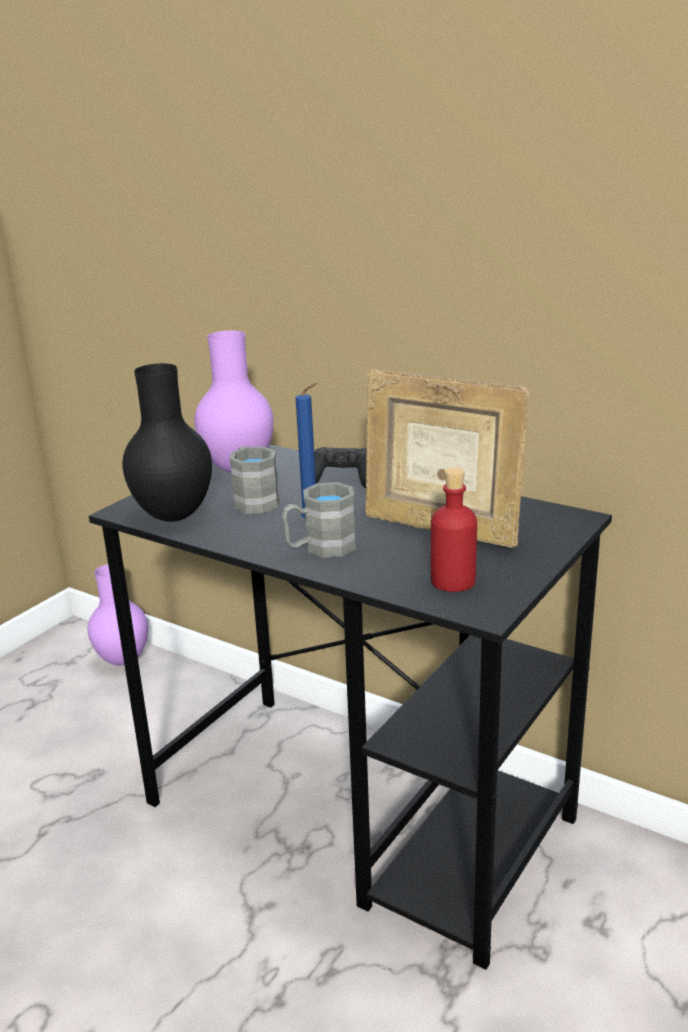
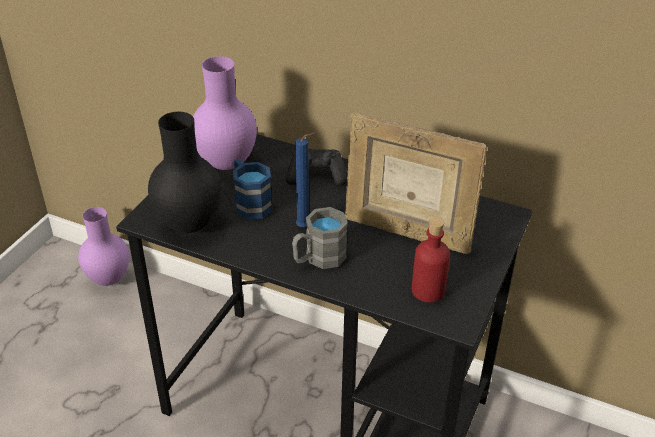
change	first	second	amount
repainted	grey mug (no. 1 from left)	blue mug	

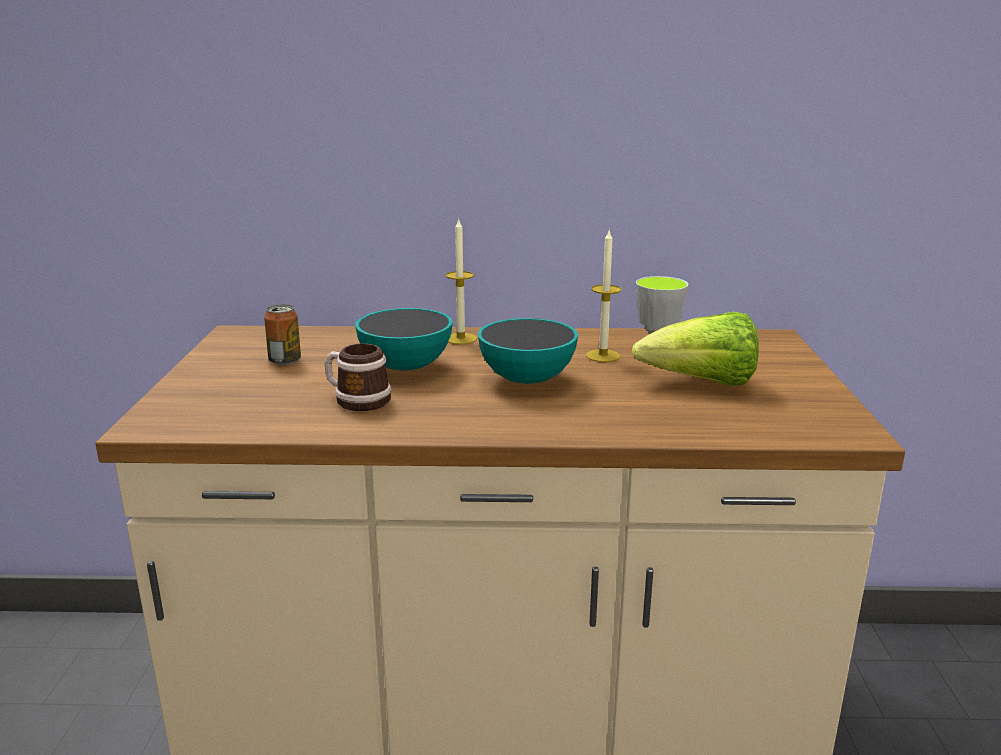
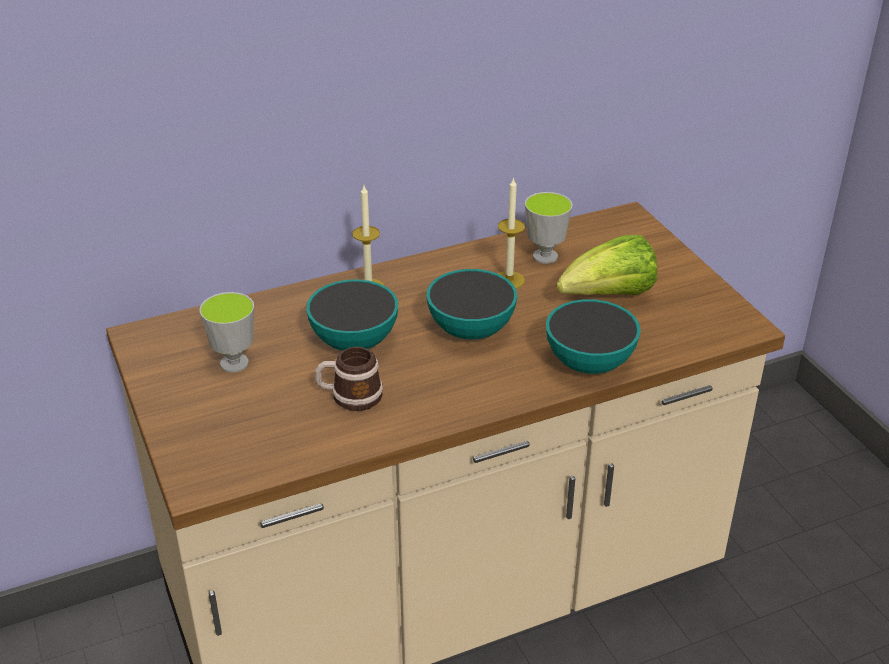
change	first	second	amount
swapped	can	cup (no. 1 from left)	
new		bowl (no. 3 from left)	

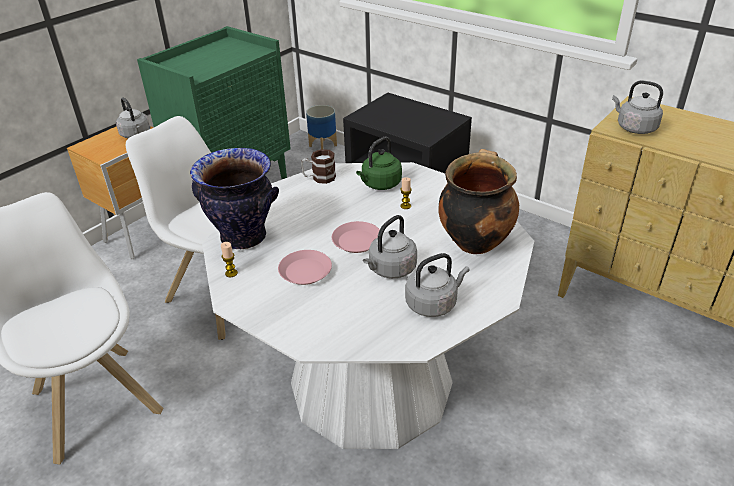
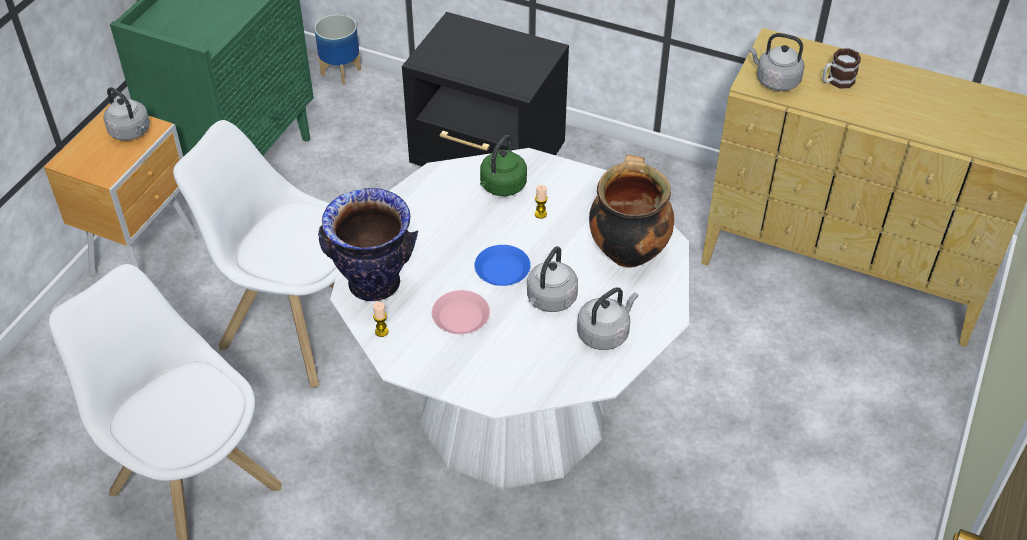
change	first	second	amount
shifted	mug		
repainted	pink plate (no. 2 from left)	blue plate	

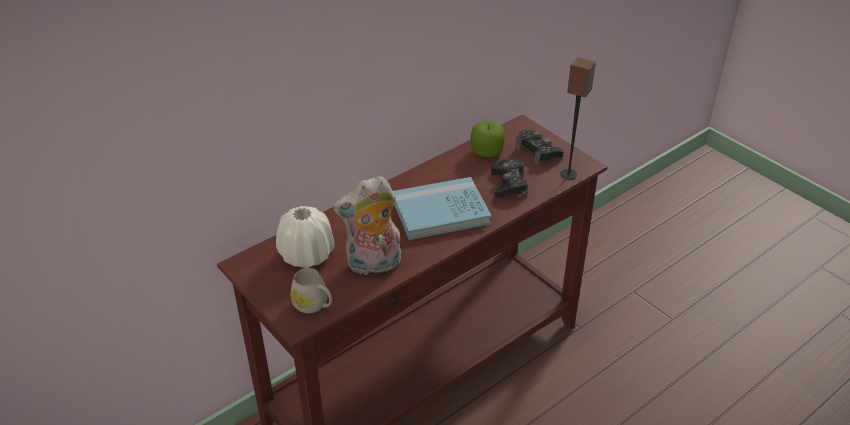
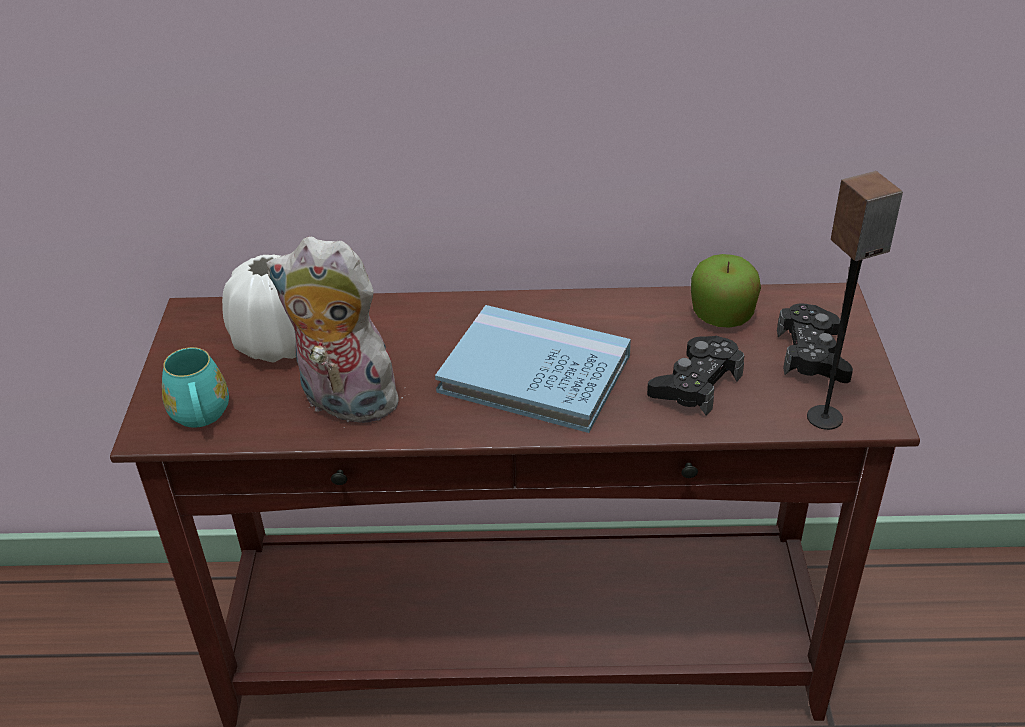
change	first	second	amount
repainted	white mug	turquoise mug	

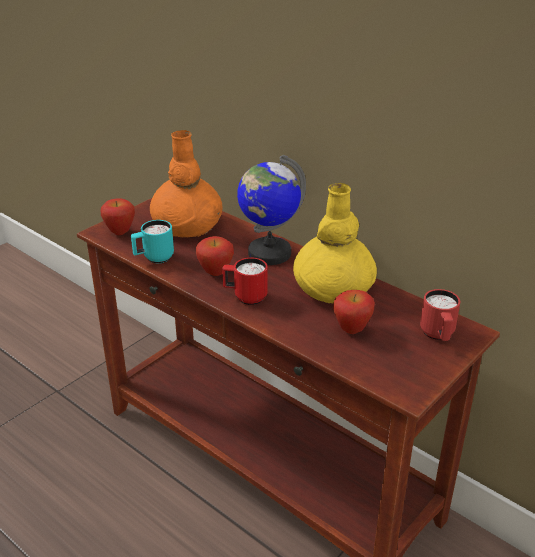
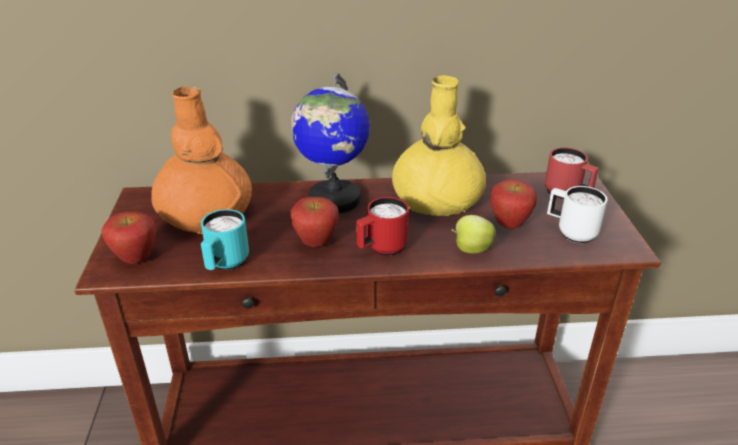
change	first	second	amount
new		white mug	
new		apple (no. 3 from left)	

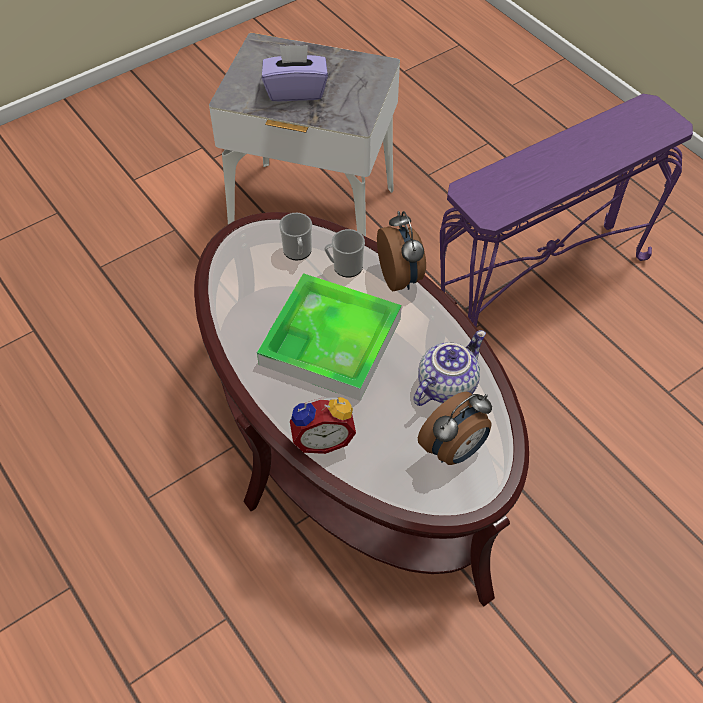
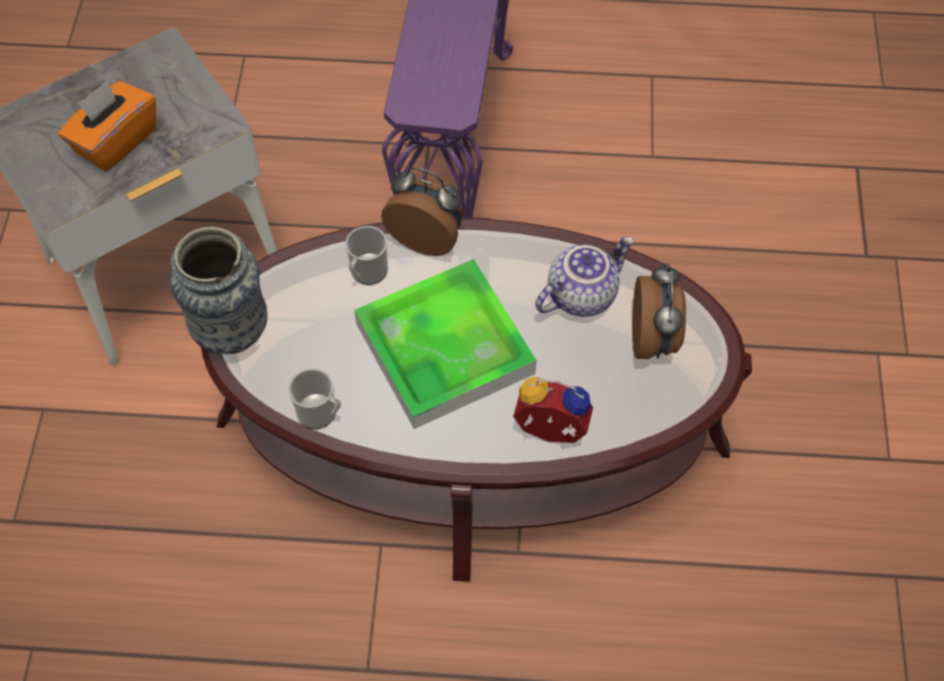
change	first	second	amount
repainted	purple tissue box	orange tissue box	
shifted	mug (no. 1 from left)		
rotated	teapot		60 degrees clockwise
rotated	alarm clock (no. 1 from left in the first image)	alarm clock (no. 2 from left)	105 degrees counterclockwise
new		vase	

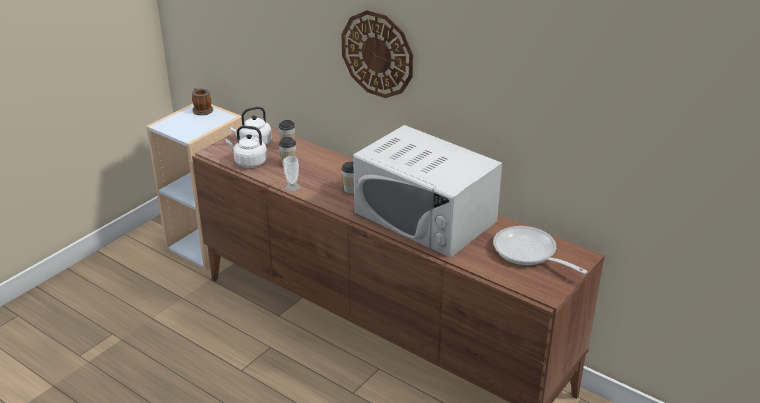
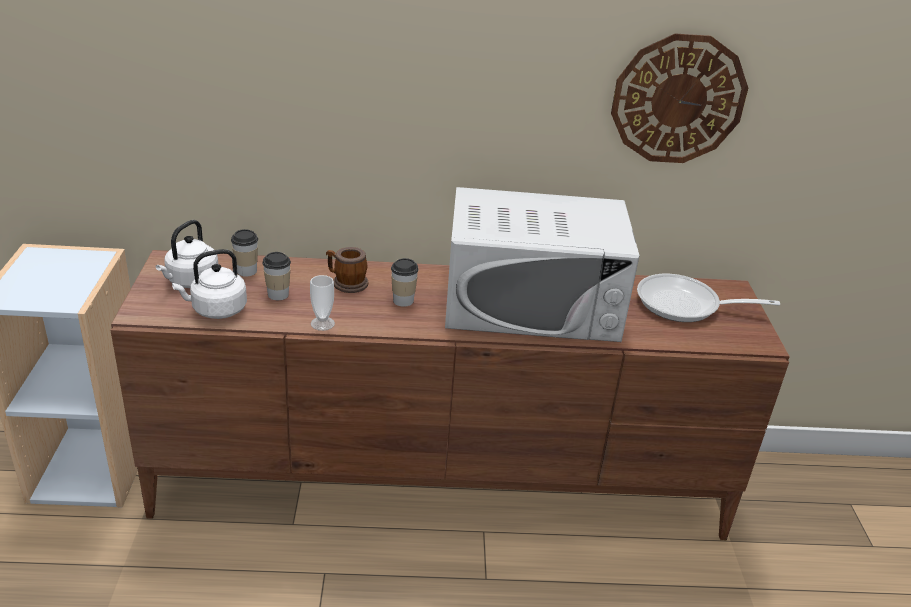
change	first	second	amount
shifted	wall clock		
shifted	mug		

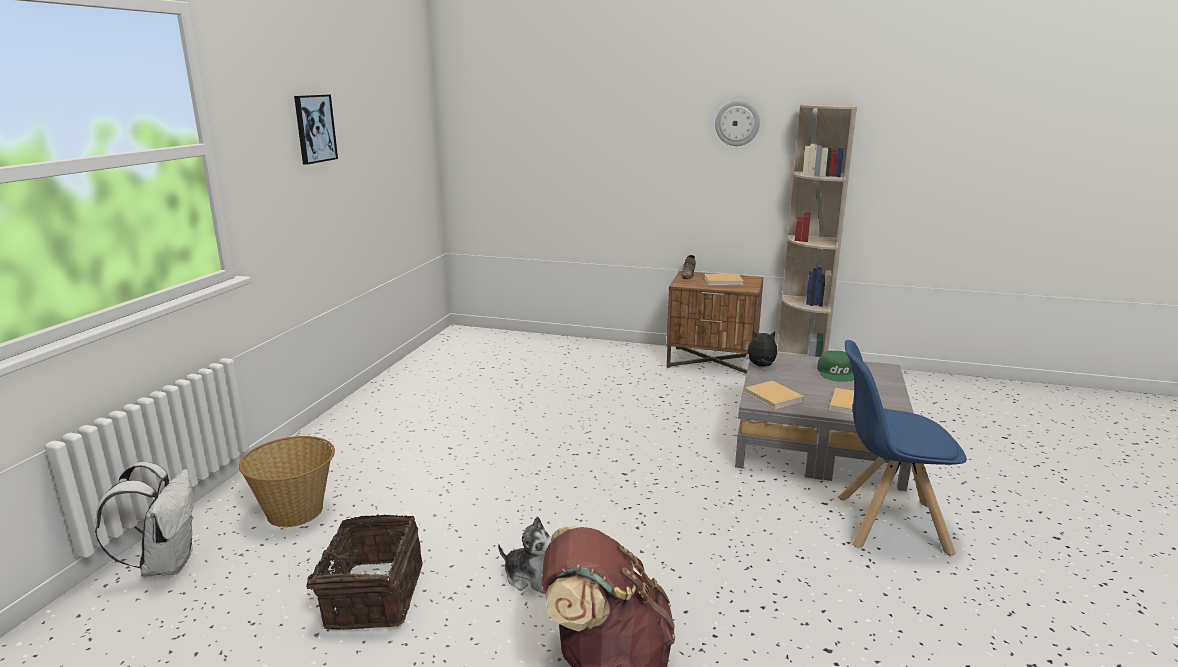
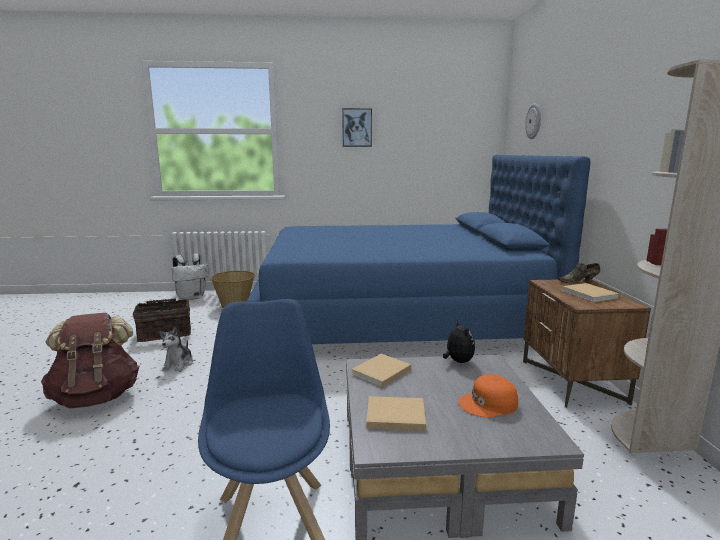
change	first	second	amount
shifted	wall clock		
repainted	green cap	orange cap	
new		blue bed	

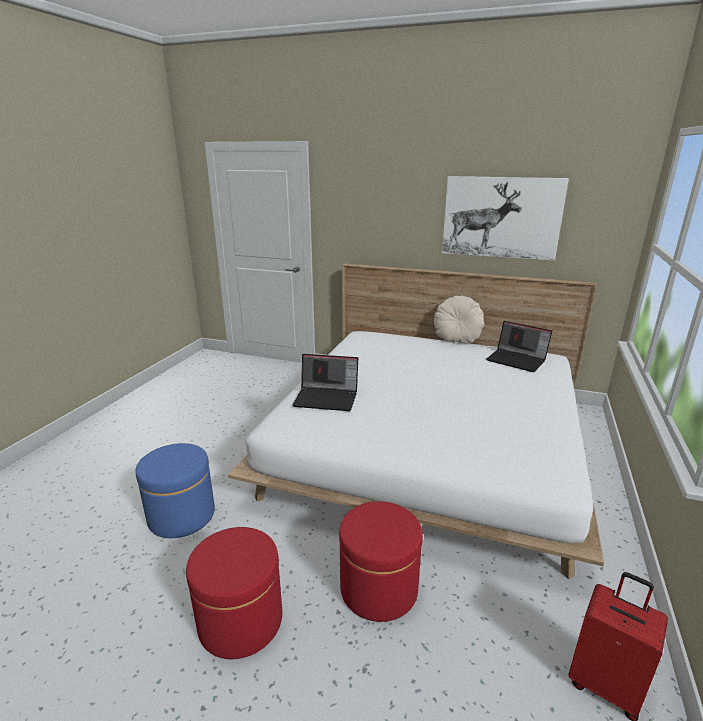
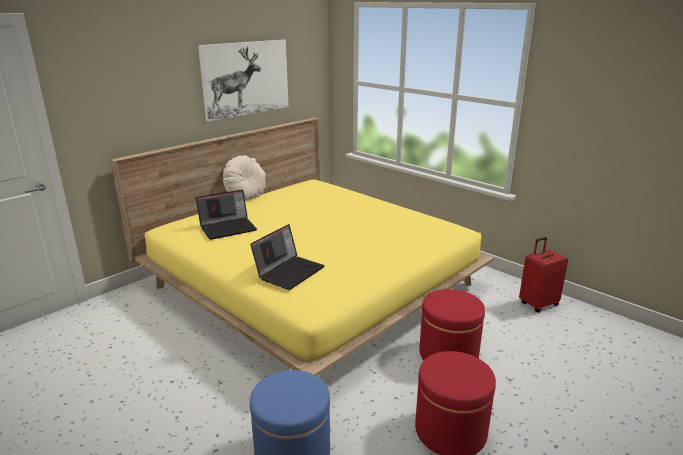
change	first	second	amount
repainted	white bed	yellow bed	
shifted	laptop (no. 2 from left in the first image)	laptop (no. 1 from left)	

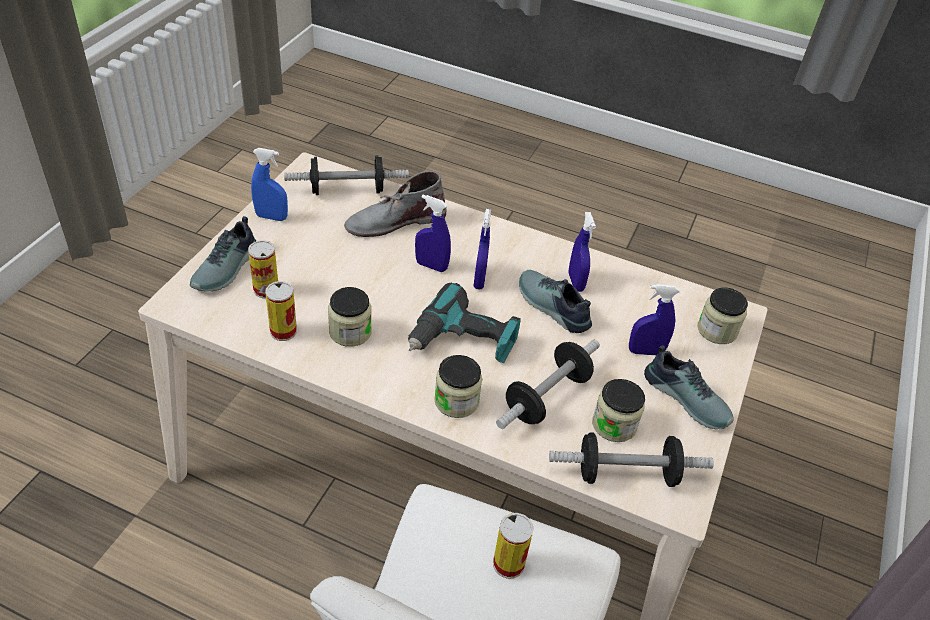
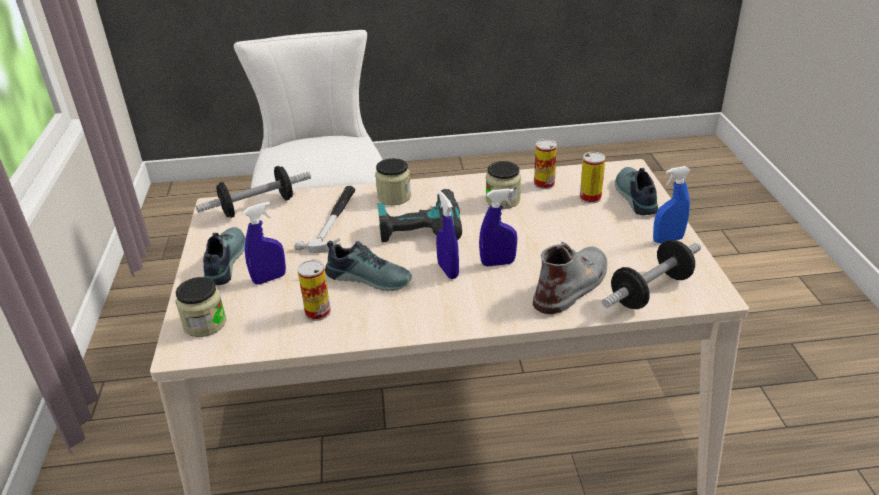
change	first	second	amount
gone	blue spray bottle (no. 4 from left)		
swapped	dumbbell (no. 2 from left)	hammer	
rotated	shoe (no. 3 from left in the first image)	shoe (no. 1 from left)	75 degrees clockwise
gone	jar (no. 3 from left)		
shifted	can (no. 3 from left in the first image)	can (no. 1 from left)	

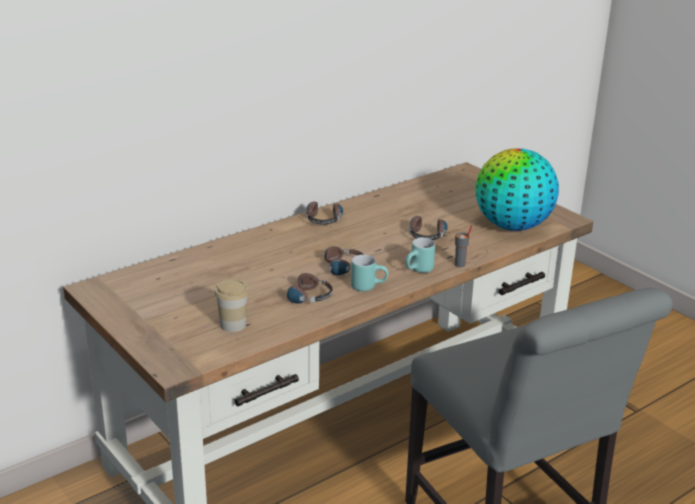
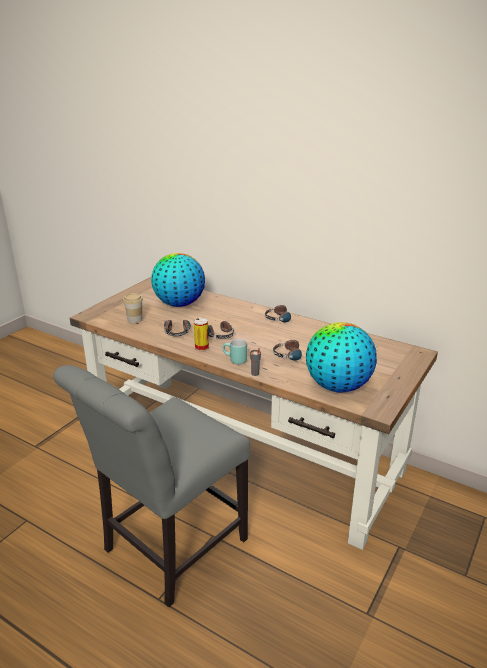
change	first	second	amount
swapped	turquoise mug (no. 1 from left)	can	
new		globe (no. 1 from left)	

